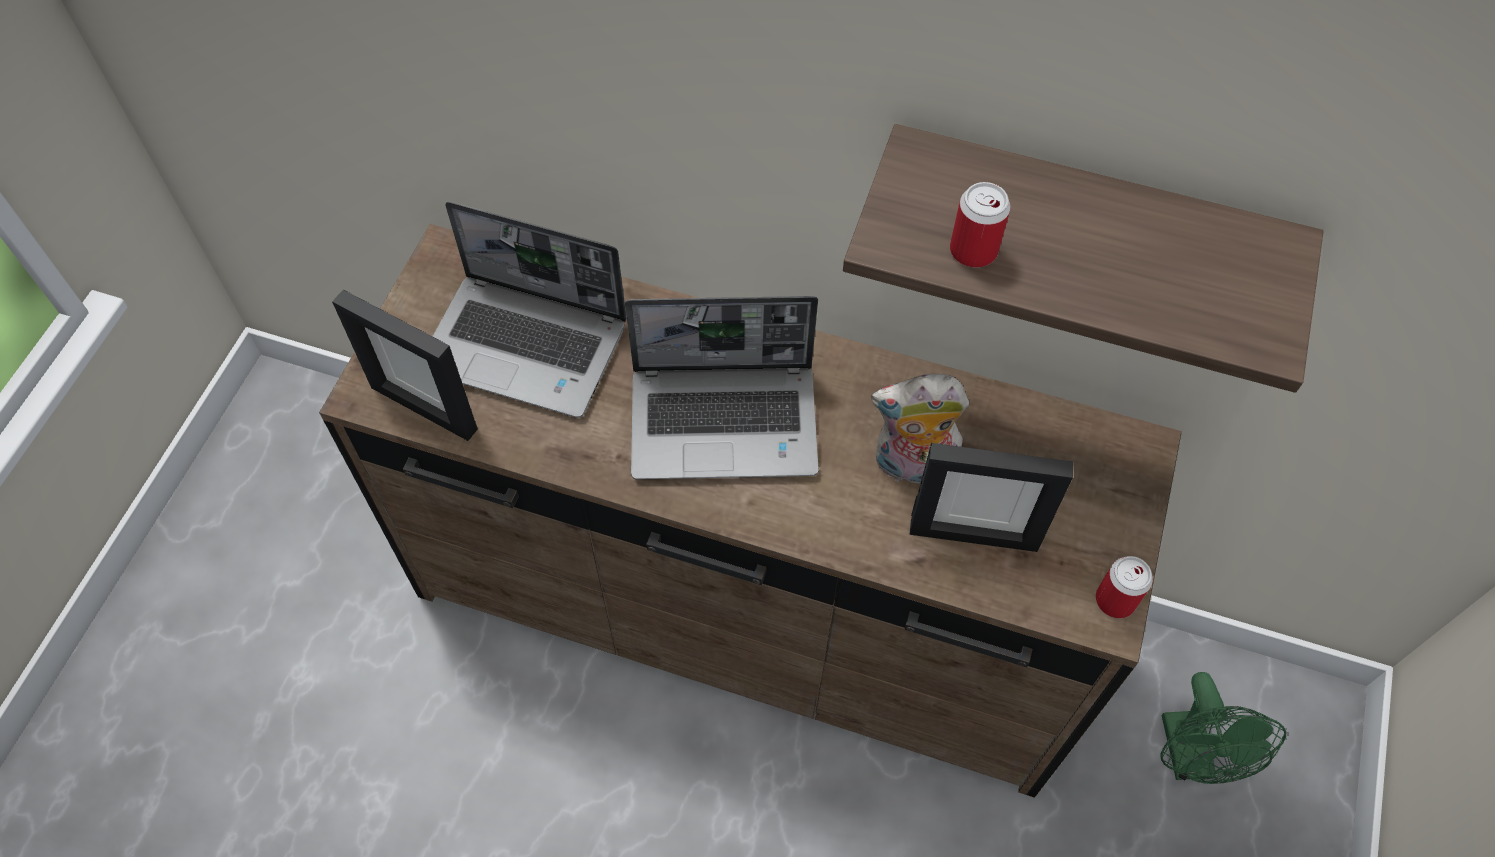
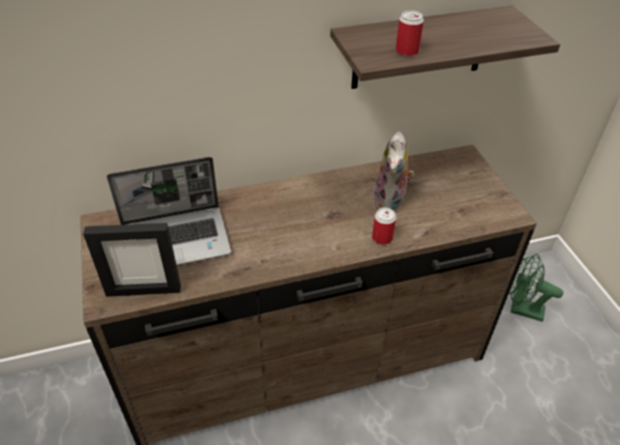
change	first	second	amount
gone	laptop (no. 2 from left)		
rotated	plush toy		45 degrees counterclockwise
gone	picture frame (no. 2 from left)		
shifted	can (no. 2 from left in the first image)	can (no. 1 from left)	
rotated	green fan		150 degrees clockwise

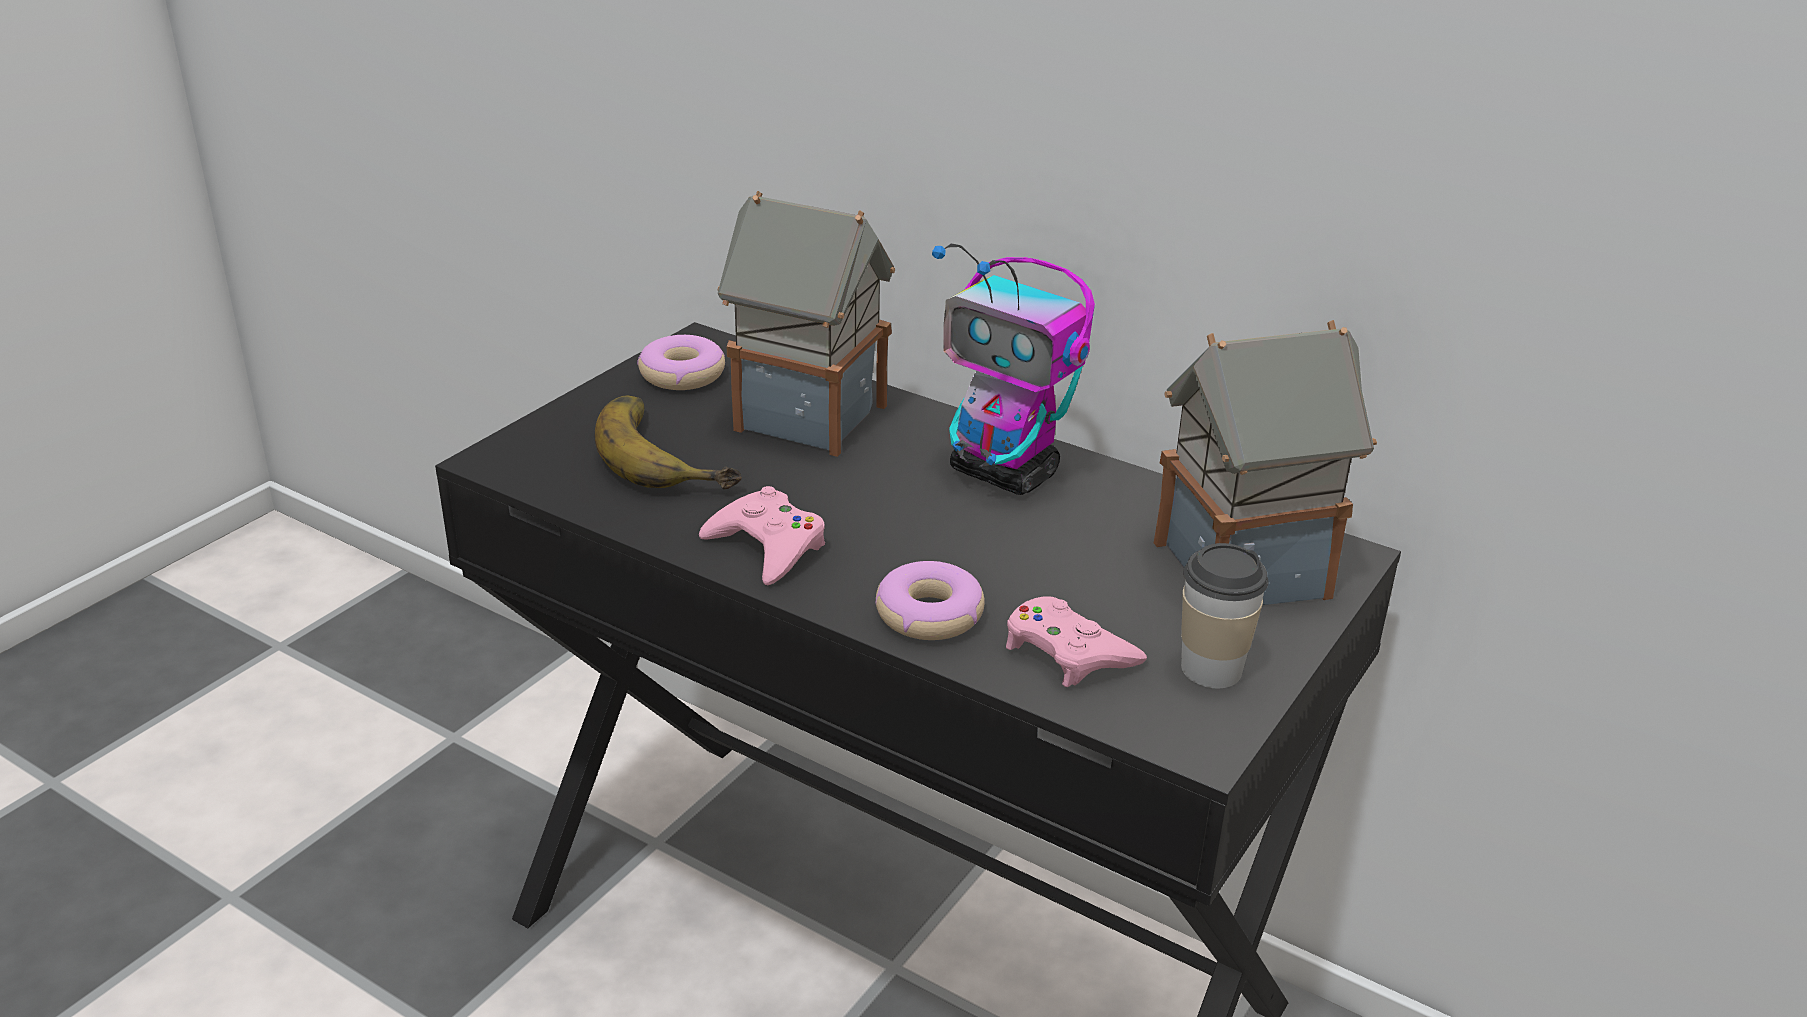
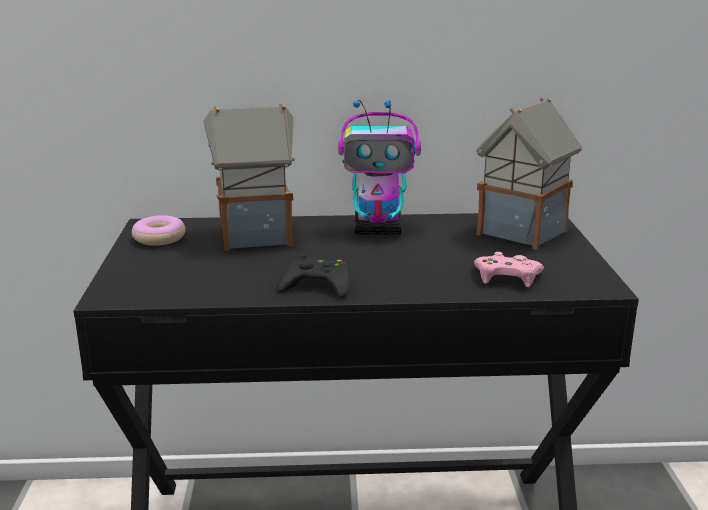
change	first	second	amount
gone	banana		
repainted	pink game controller (no. 1 from left)	black game controller	
gone	cup		
gone	donut (no. 2 from left)		

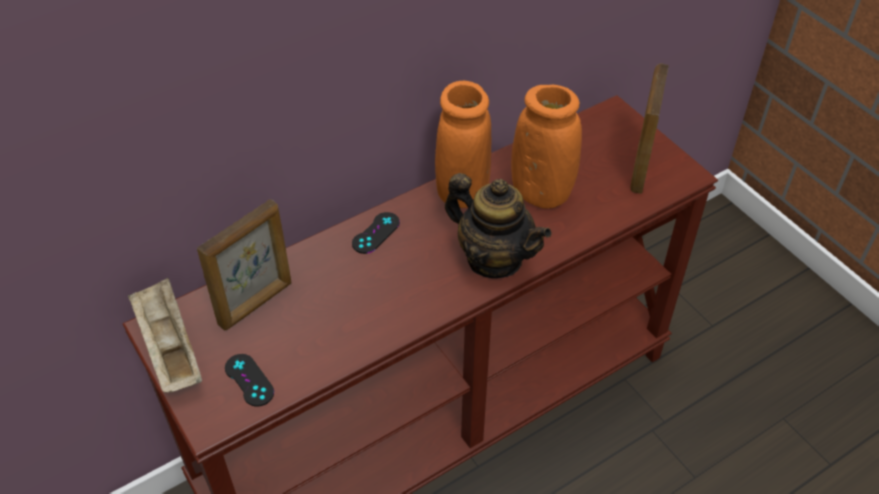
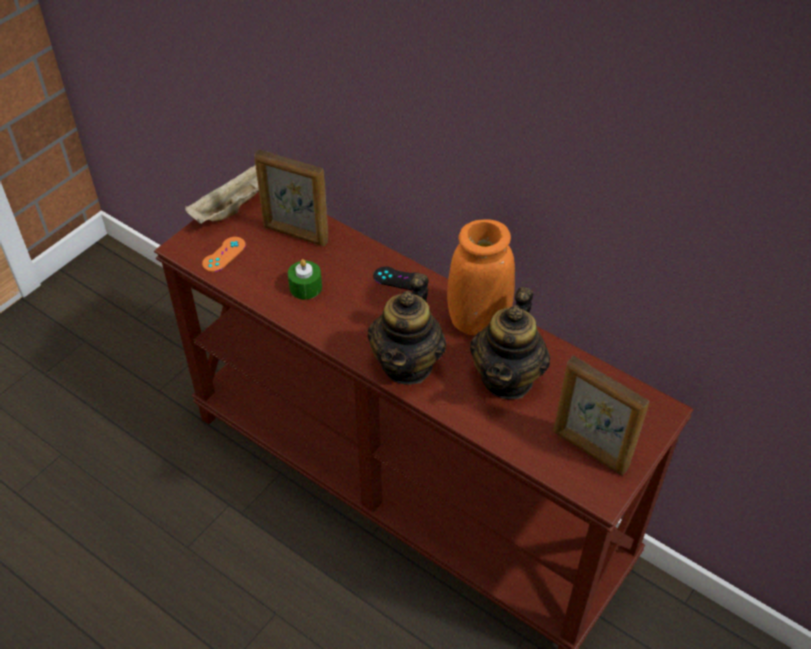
change	first	second	amount
rotated	picture frame (no. 2 from left)		135 degrees counterclockwise
swapped	orange vase (no. 2 from left)	teapot (no. 2 from left)	
repainted	black game controller (no. 1 from left)	orange game controller	
new		green candle	

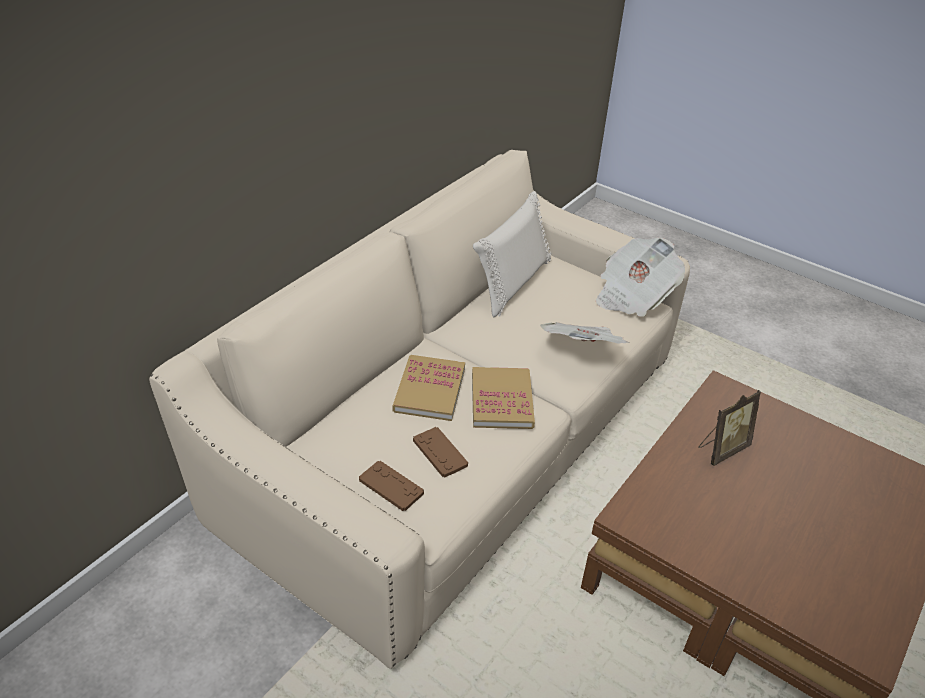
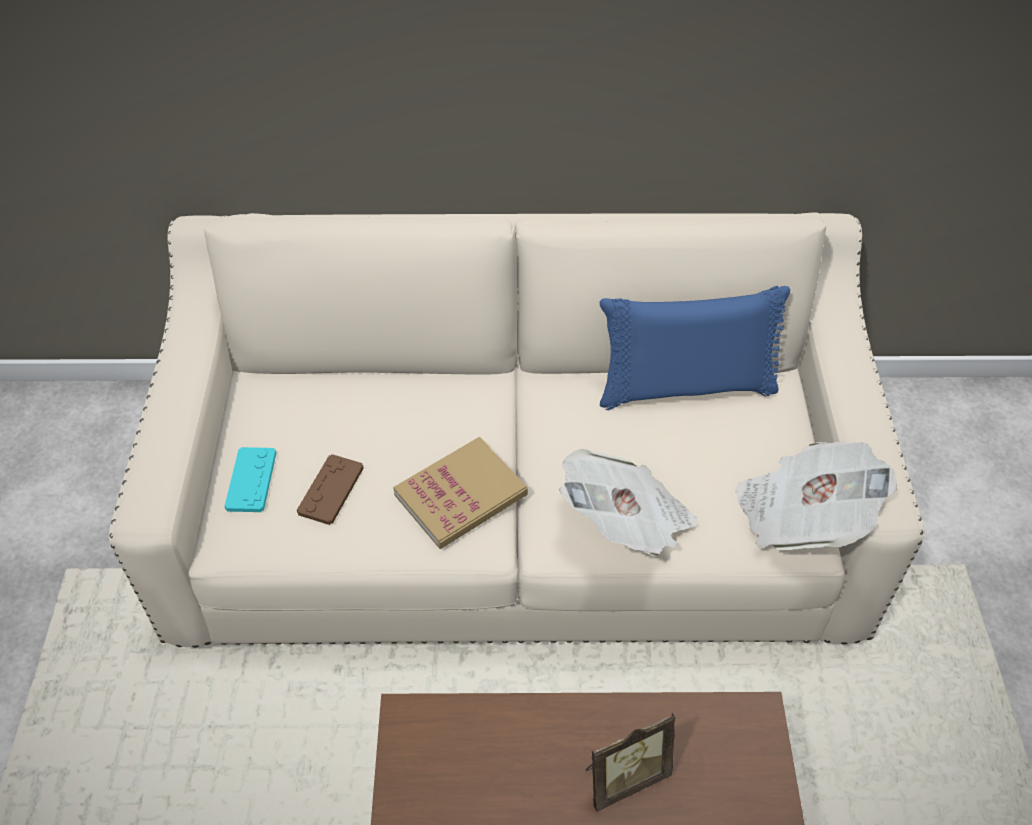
change	first	second	amount
repainted	white pillow	blue pillow	
gone	book (no. 1 from left)		
rotated	picture frame		45 degrees counterclockwise
repainted	brown game controller (no. 1 from left)	turquoise game controller	

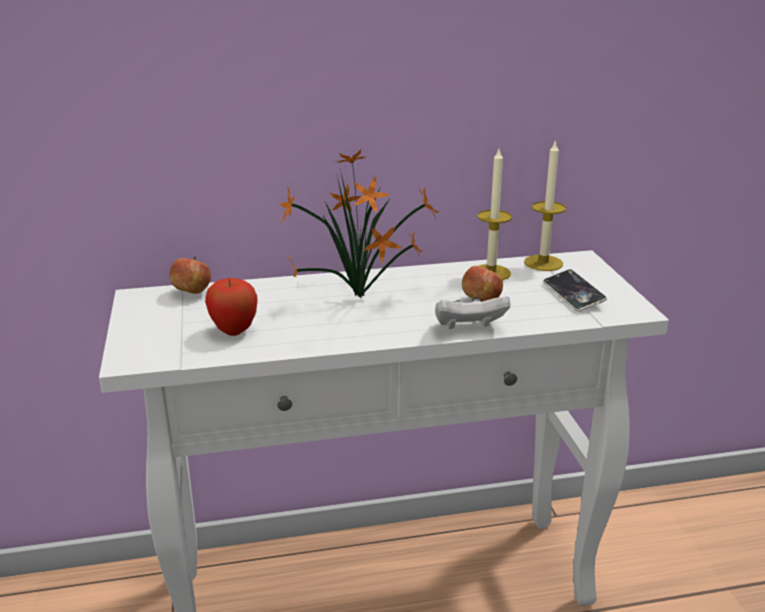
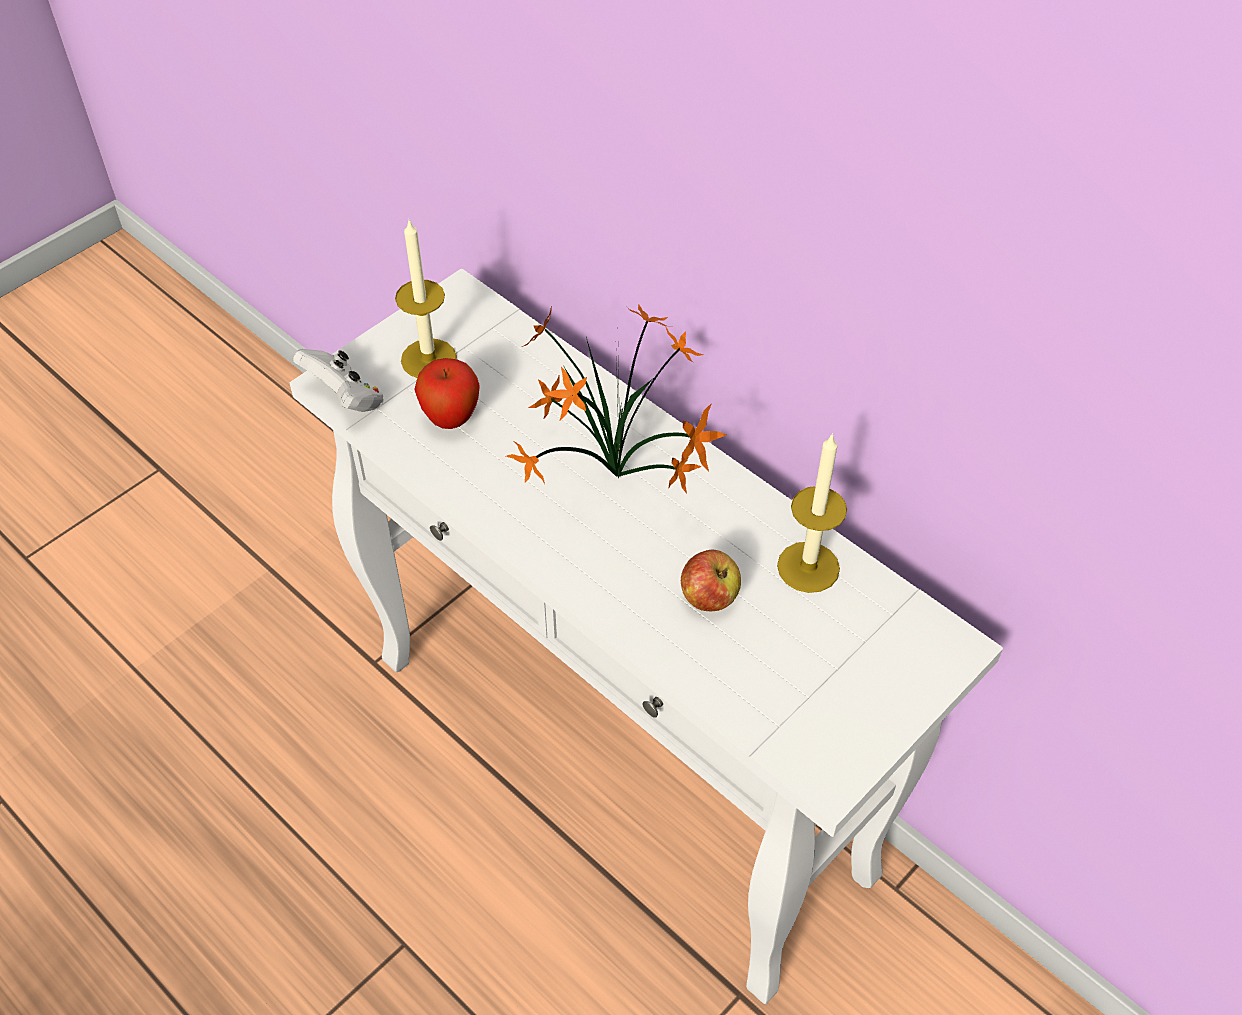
change	first	second	amount
shifted	candle (no. 2 from left in the first image)	candle (no. 1 from left)	
gone	apple (no. 1 from left)		
gone	phone		
shifted	white game controller		

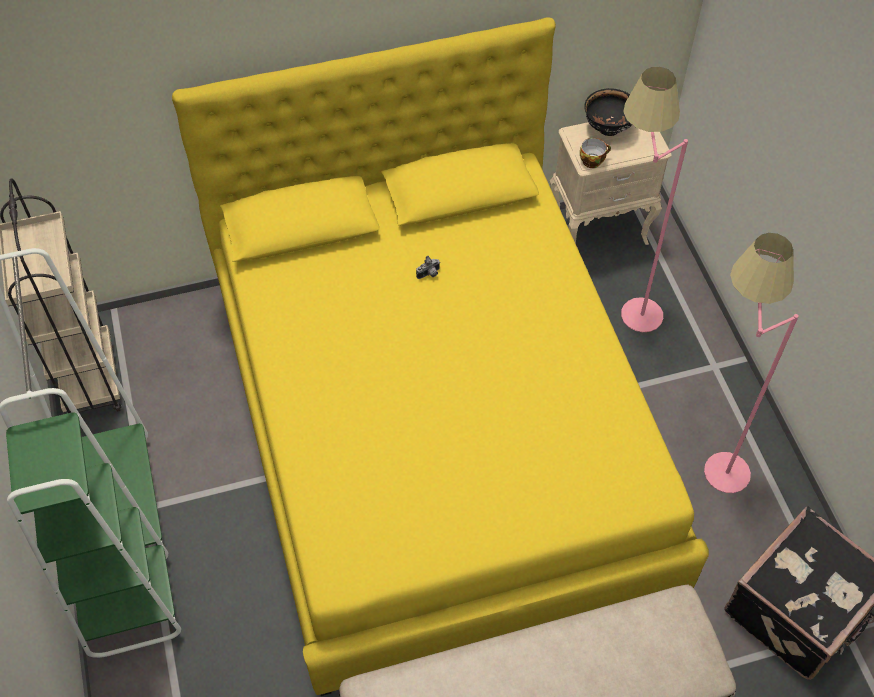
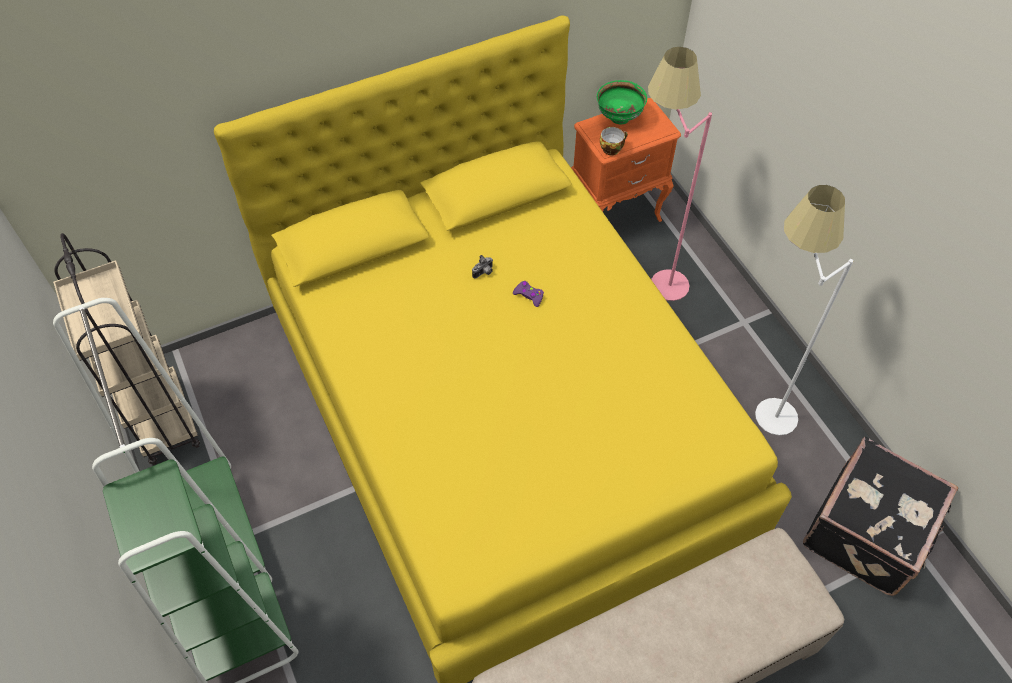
change	first	second	amount
repainted	black bowl	green bowl	
repainted	beige nightstand	orange nightstand	
repainted	pink floor lamp (no. 2 from left)	white floor lamp	
new		purple game controller	

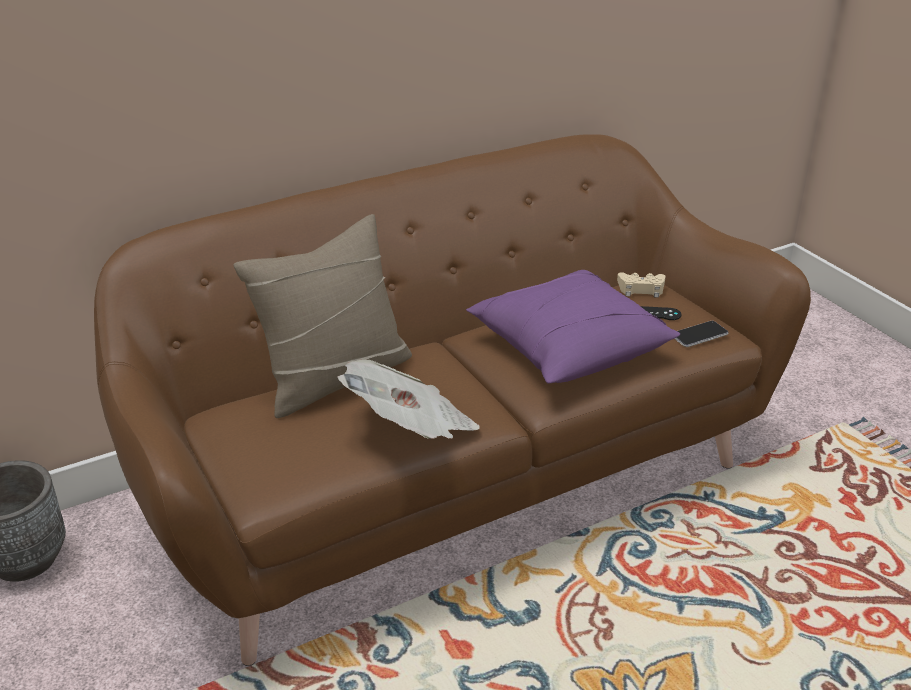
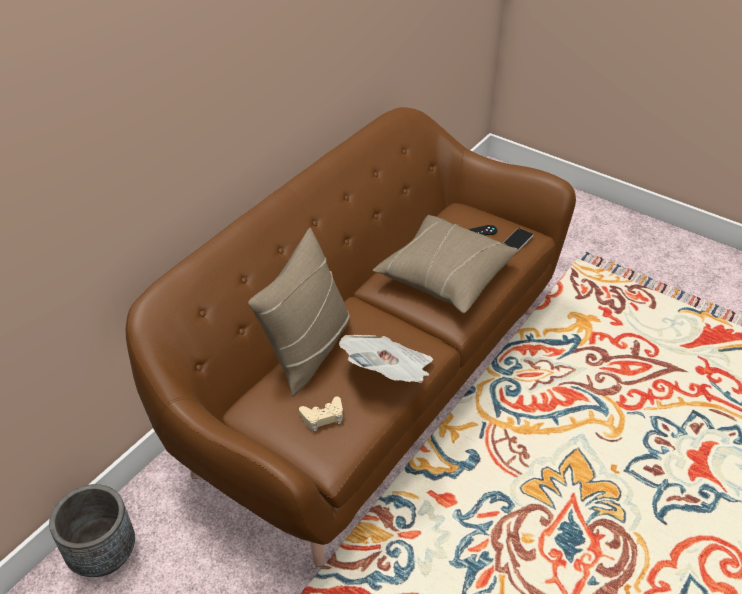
change	first	second	amount
repainted	purple pillow	beige pillow (no. 2 from left)	
shifted	beige game controller		

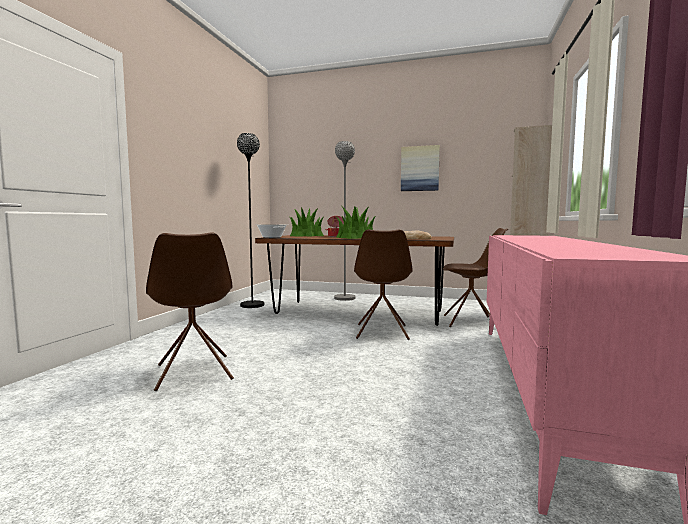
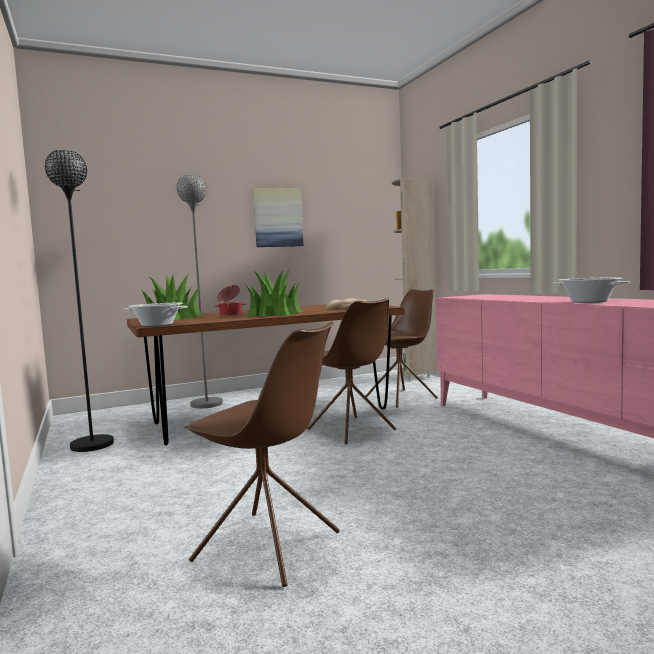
change	first	second	amount
new		cooking pot (no. 3 from left)	

